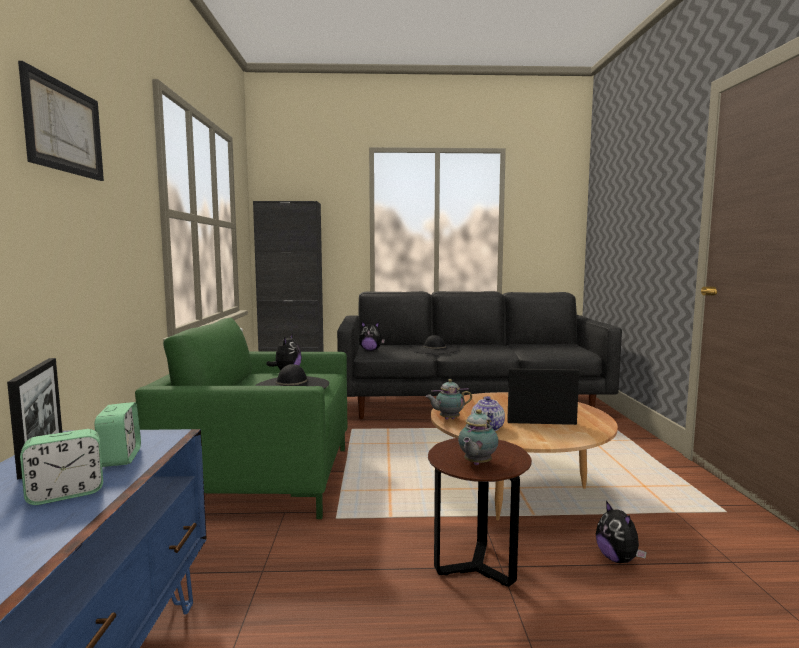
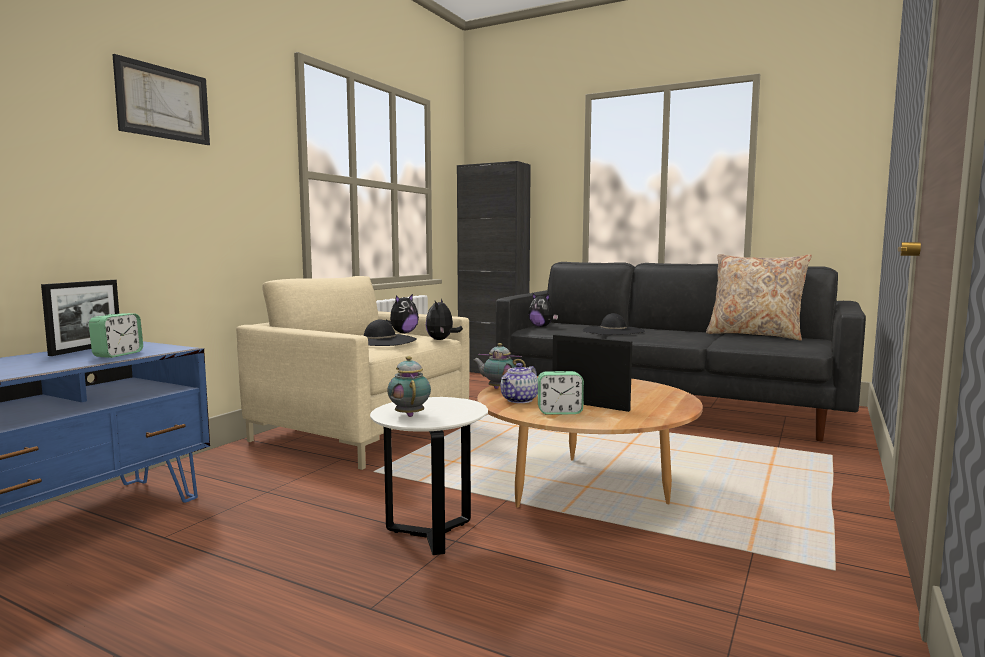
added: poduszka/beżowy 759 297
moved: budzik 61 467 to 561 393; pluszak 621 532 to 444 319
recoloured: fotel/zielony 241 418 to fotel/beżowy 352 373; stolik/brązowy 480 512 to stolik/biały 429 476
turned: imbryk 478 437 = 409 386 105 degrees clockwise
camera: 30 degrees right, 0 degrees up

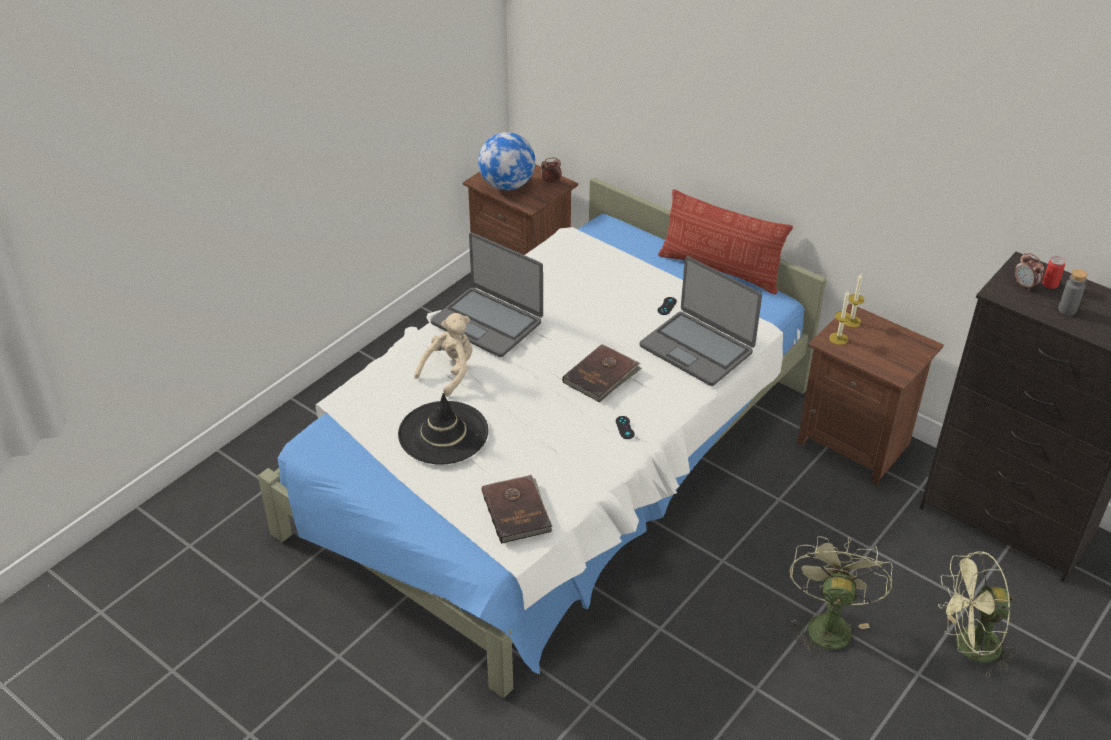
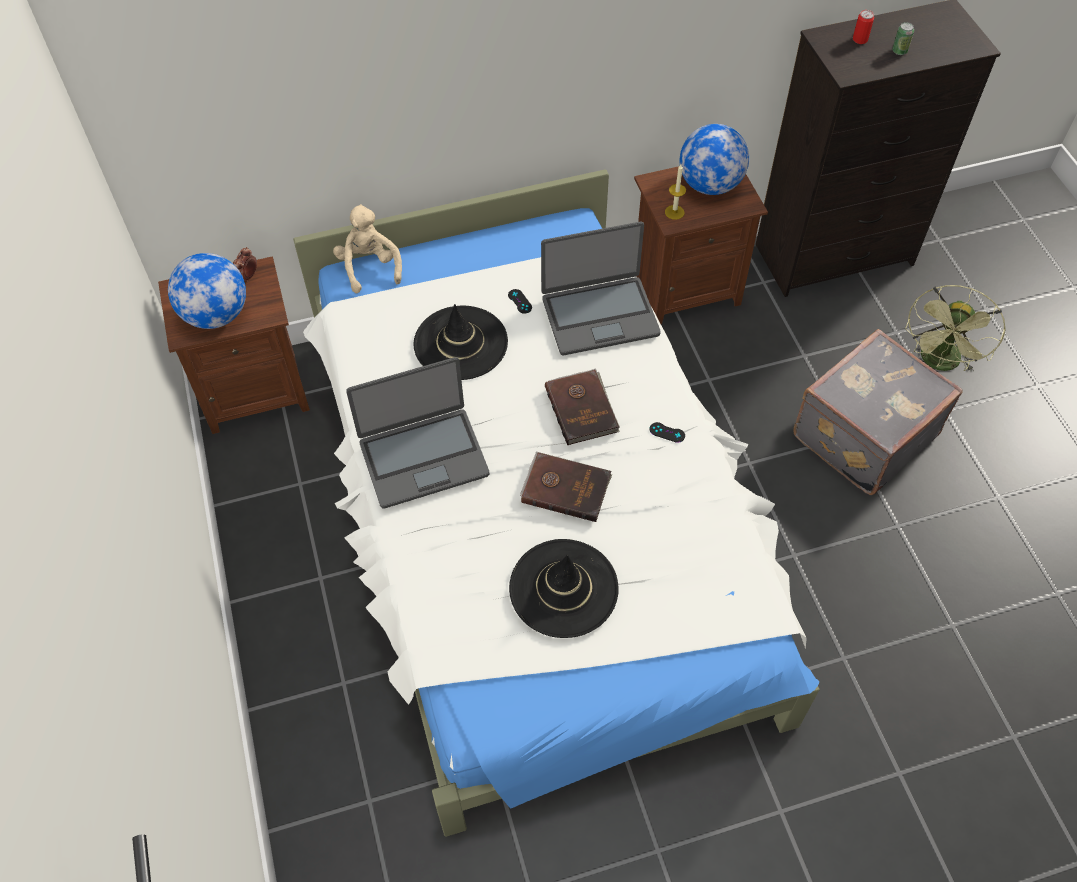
removed: poduszka 725 241; budzik 1029 272; świeca 854 300
added: globus 714 159; kapelusz/czarny 460 342
moved: pluszak/beżowy 443 355 to 367 248; książka/brązowy 517 509 to 566 486
replaced: butelka/szary 1072 292 to puszka 903 38; wentylator/zielony 841 597 to walizka/szary 878 412
camera: 55 degrees left, 15 degrees up

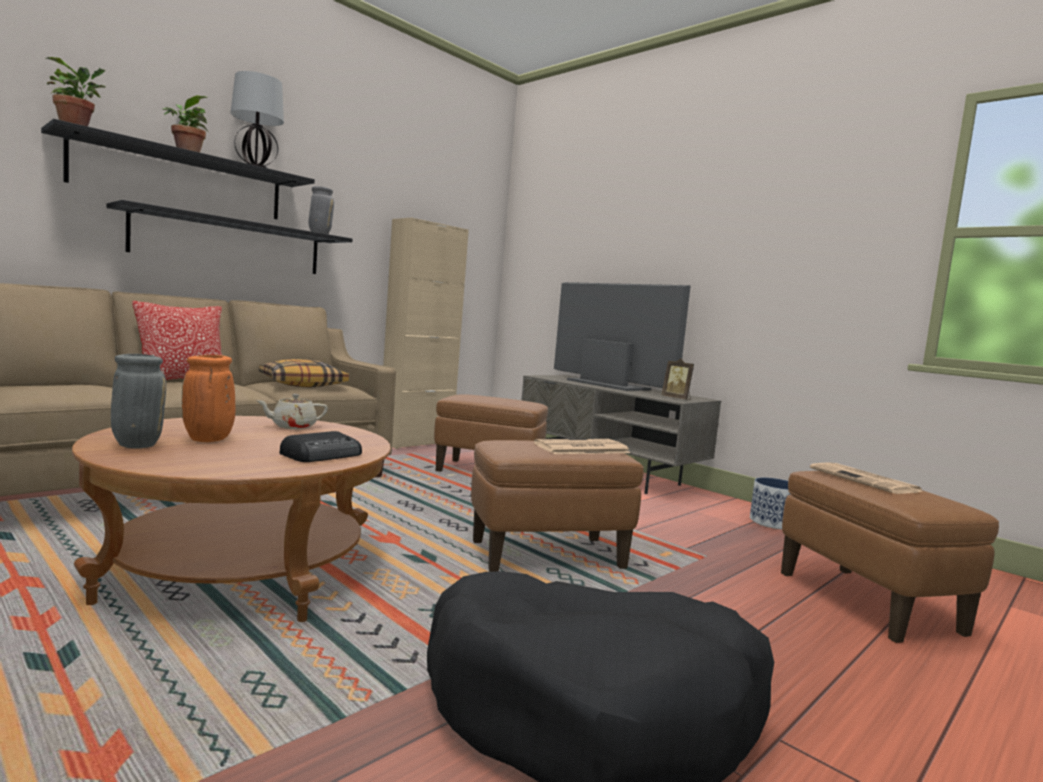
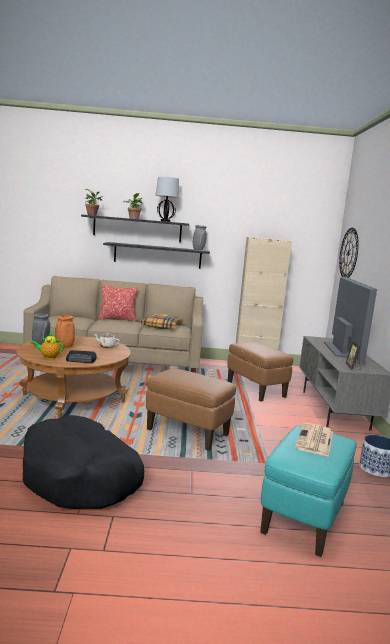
removed: gazeta 582 446
added: zegar ścienny 349 253; imbryk 47 345
recoloured: pufa/brązowy 890 557 to pufa/turkusowy 308 491
camera: 45 degrees right, 5 degrees up

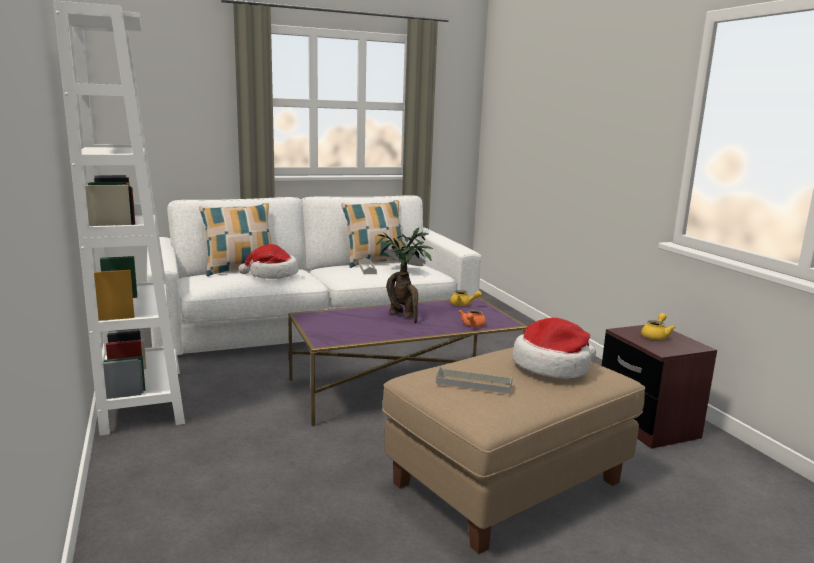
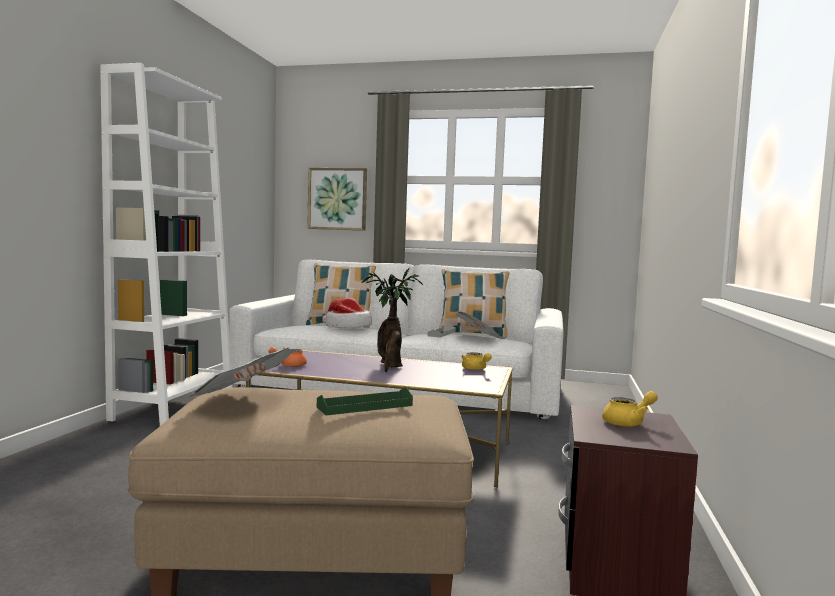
added: obraz 337 199
moved: imbryk/pomarańczowy 472 318 to 288 357
replaced: kapelusz 554 348 to taca/zielony 365 401; taca/szary 474 380 to gazeta 242 372
camera: 35 degrees right, 10 degrees down

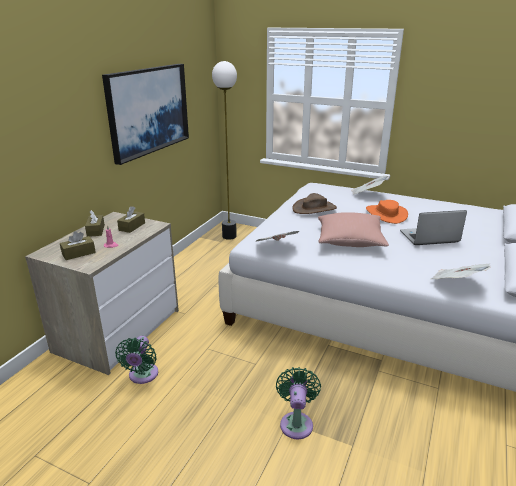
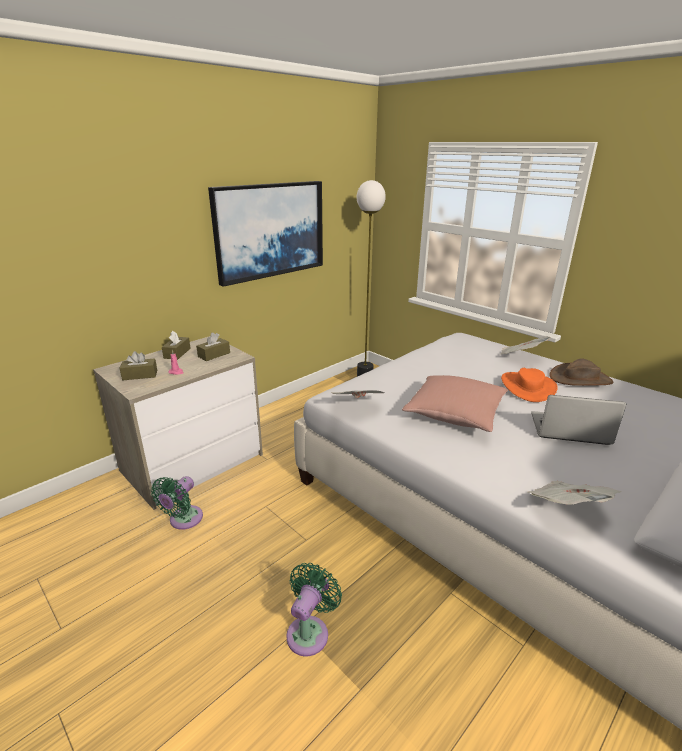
moved: kapelusz/brązowy 314 203 to 581 372
camera: 20 degrees right, 0 degrees up

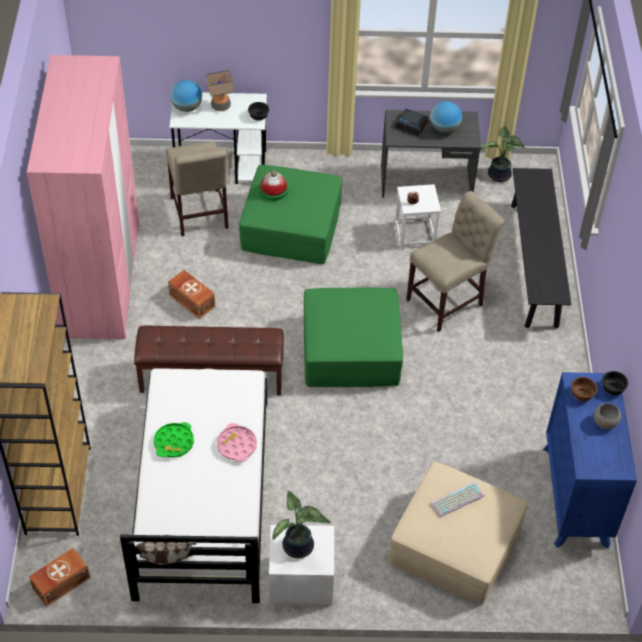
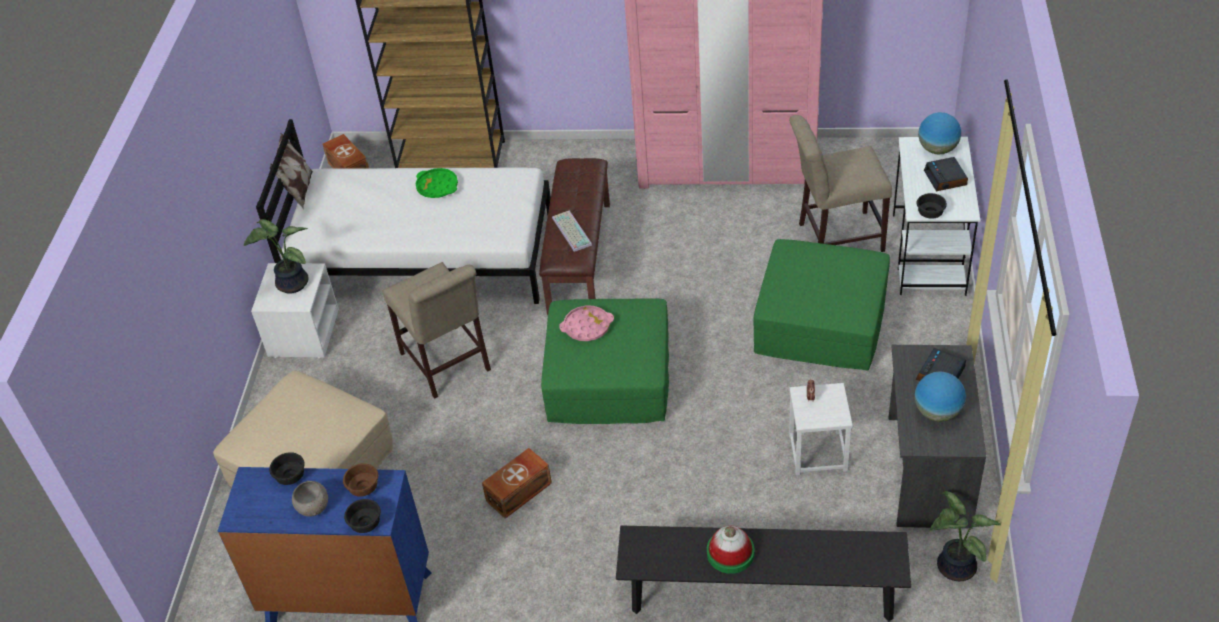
added: miska/czarny 287 468
moved: kapelusz 274 185 to 730 550; krzesło/beżowy 455 261 to 436 330; pojemnik do przechowywania/brązowy 191 294 to 517 483; taca/różowy 237 442 to 586 323; klawiatura 457 499 to 572 231
replaced: lampa stołowa 219 90 to budzik 946 174
camera: 100 degrees right, 5 degrees down

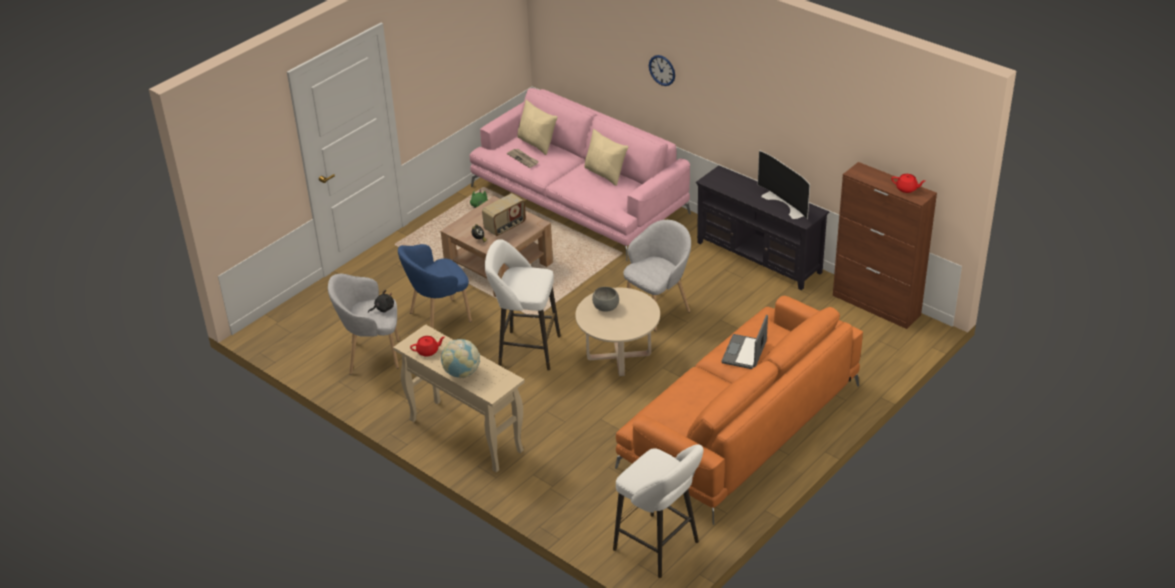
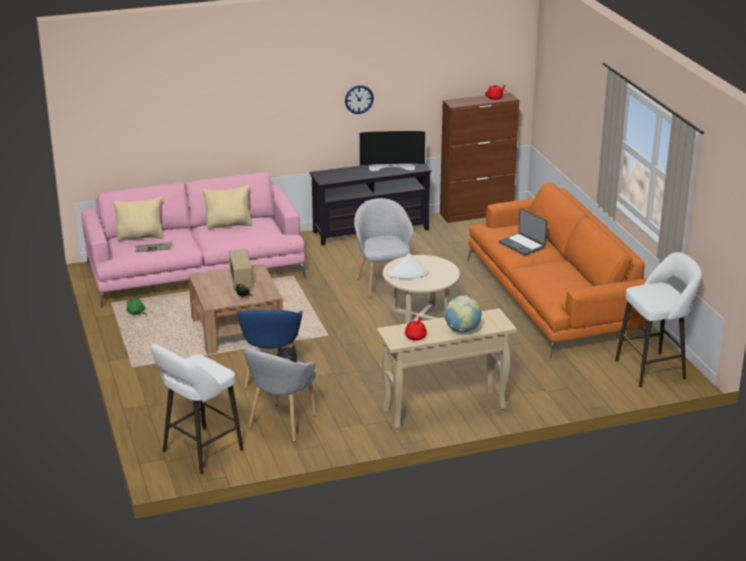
moved: zegar ścienny 662 70 to 359 99; stołek/biały 523 305 to 197 408
replaced: miska/szary 605 299 to kapelusz/biały 408 266
camera: 60 degrees left, 10 degrees down

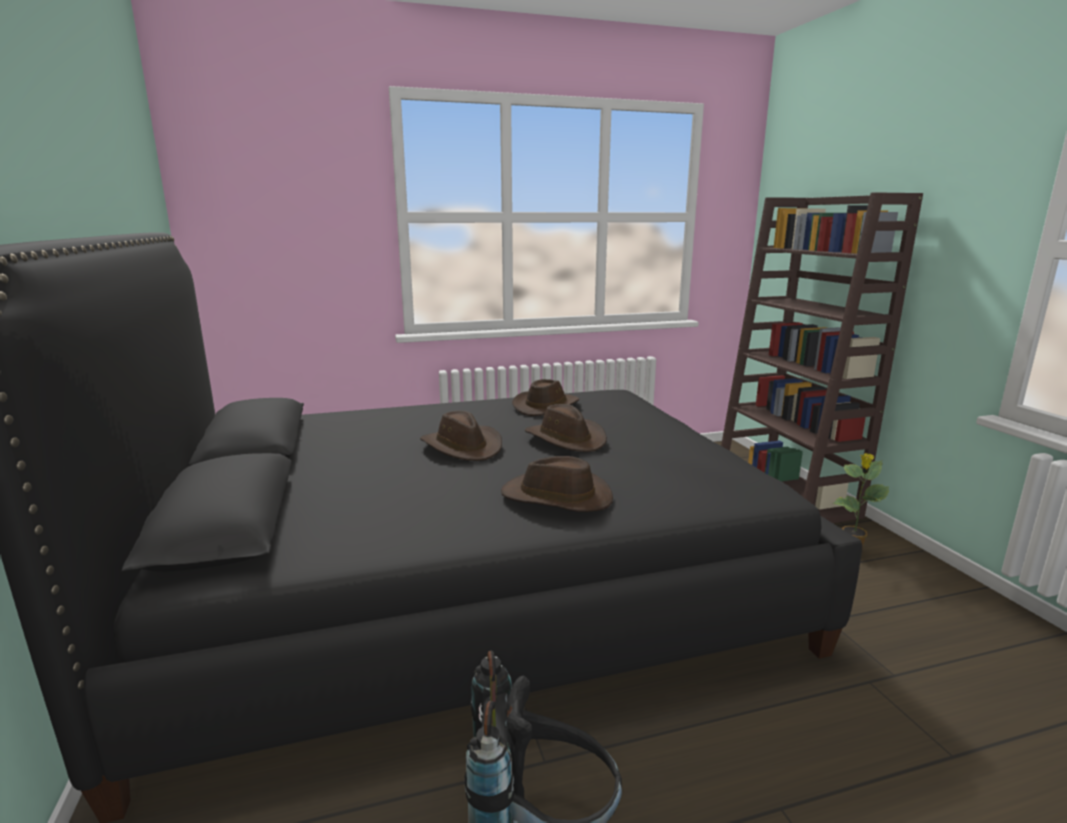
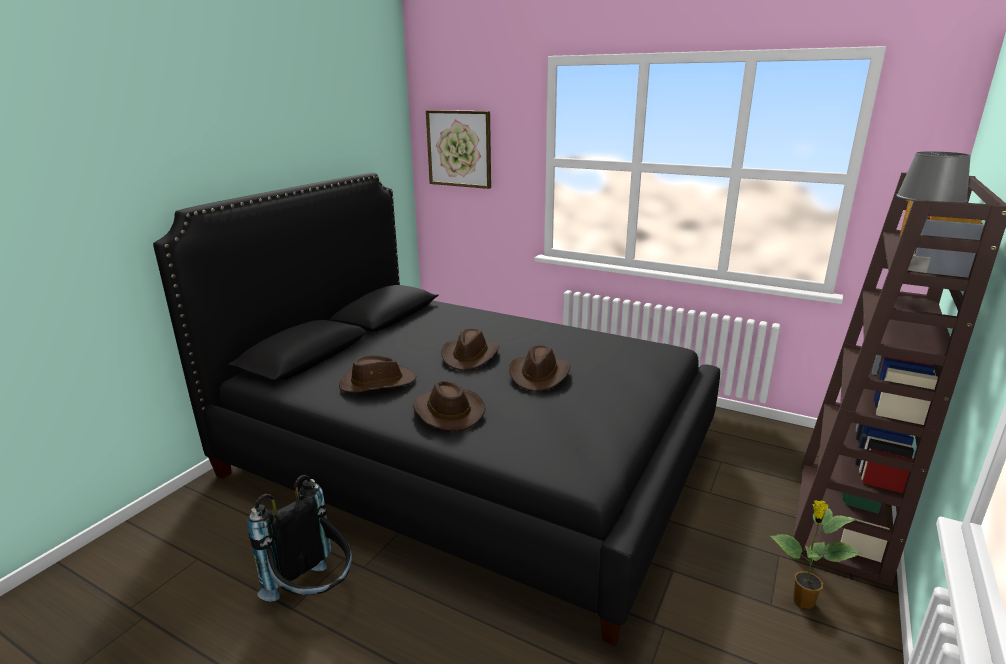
added: obraz 458 149; lampa stołowa/szary 934 212
moved: kapelusz/brązowy 545 397 to 377 374
camera: 45 degrees right, 5 degrees up

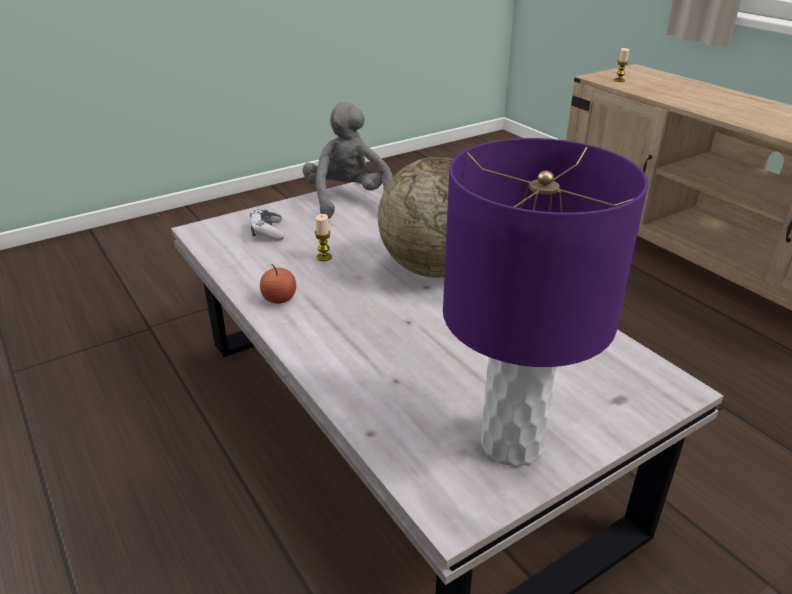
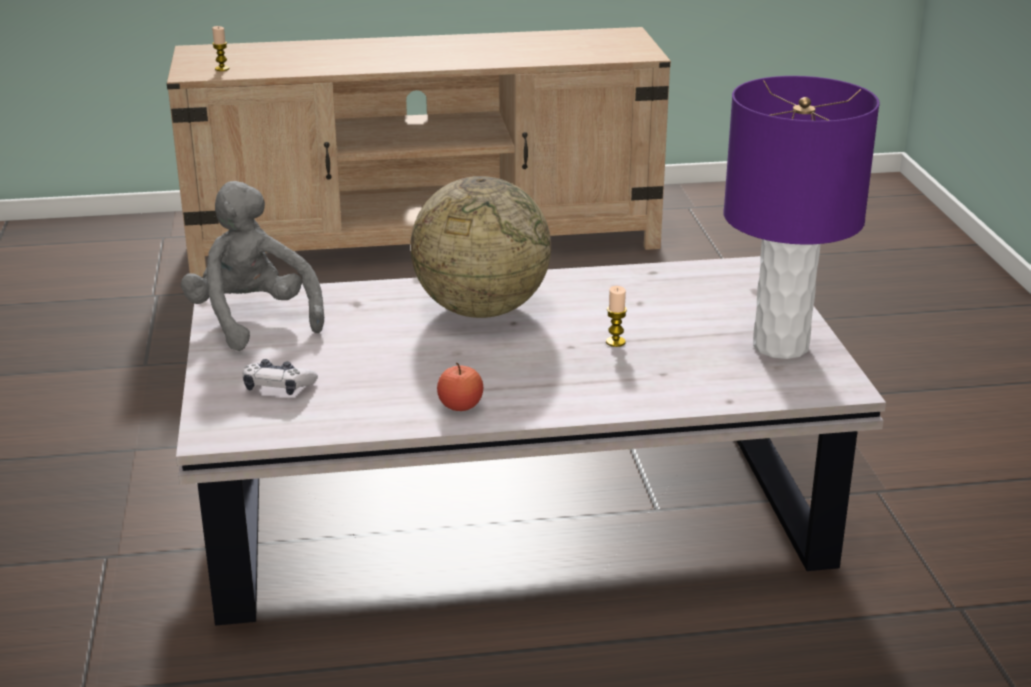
moved: świeca 323 237 to 616 316
turned: pluszak/szary 348 160 = 252 266 45 degrees clockwise
camera: 65 degrees left, 5 degrees down

